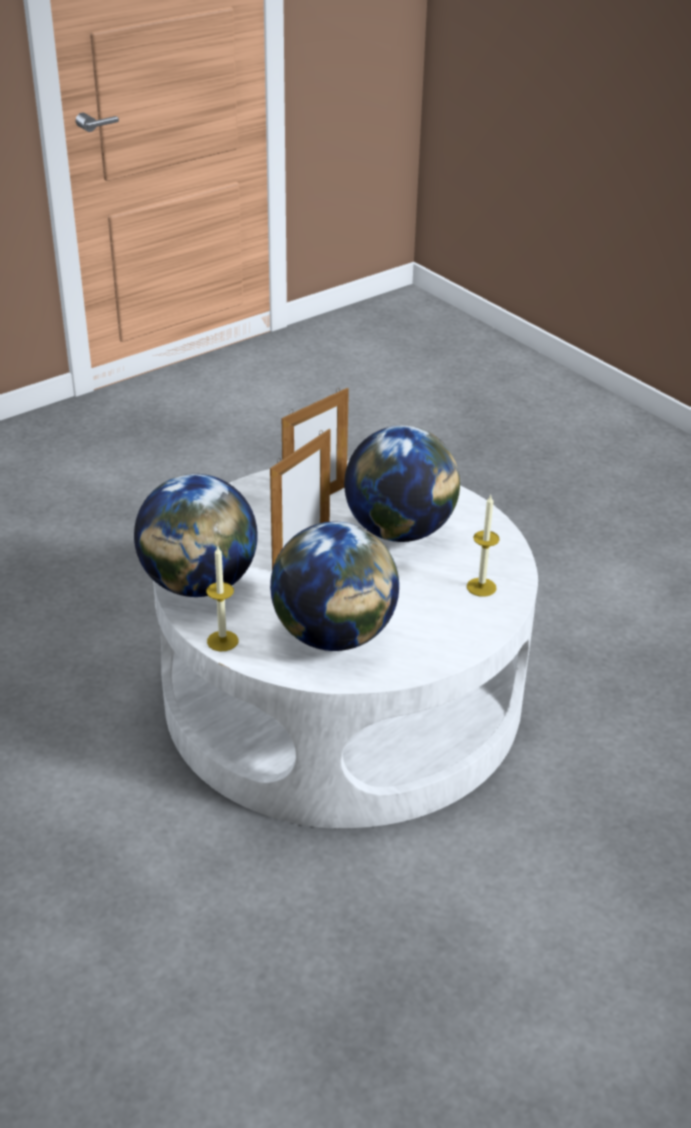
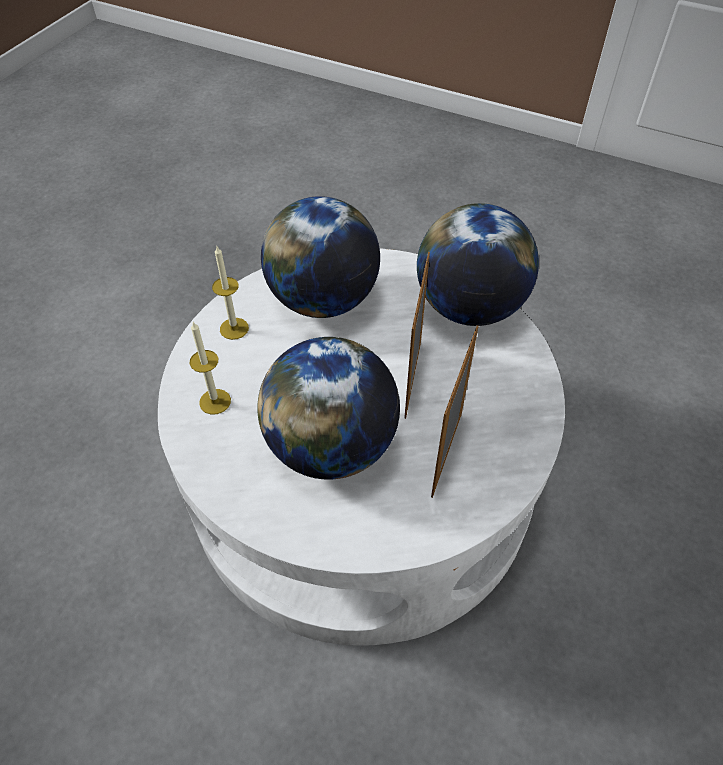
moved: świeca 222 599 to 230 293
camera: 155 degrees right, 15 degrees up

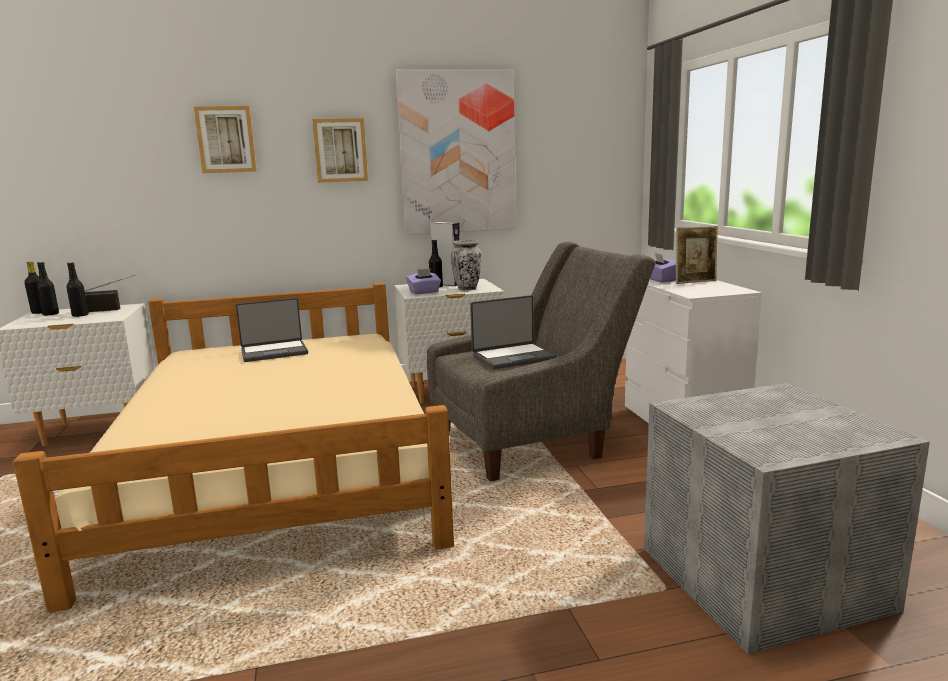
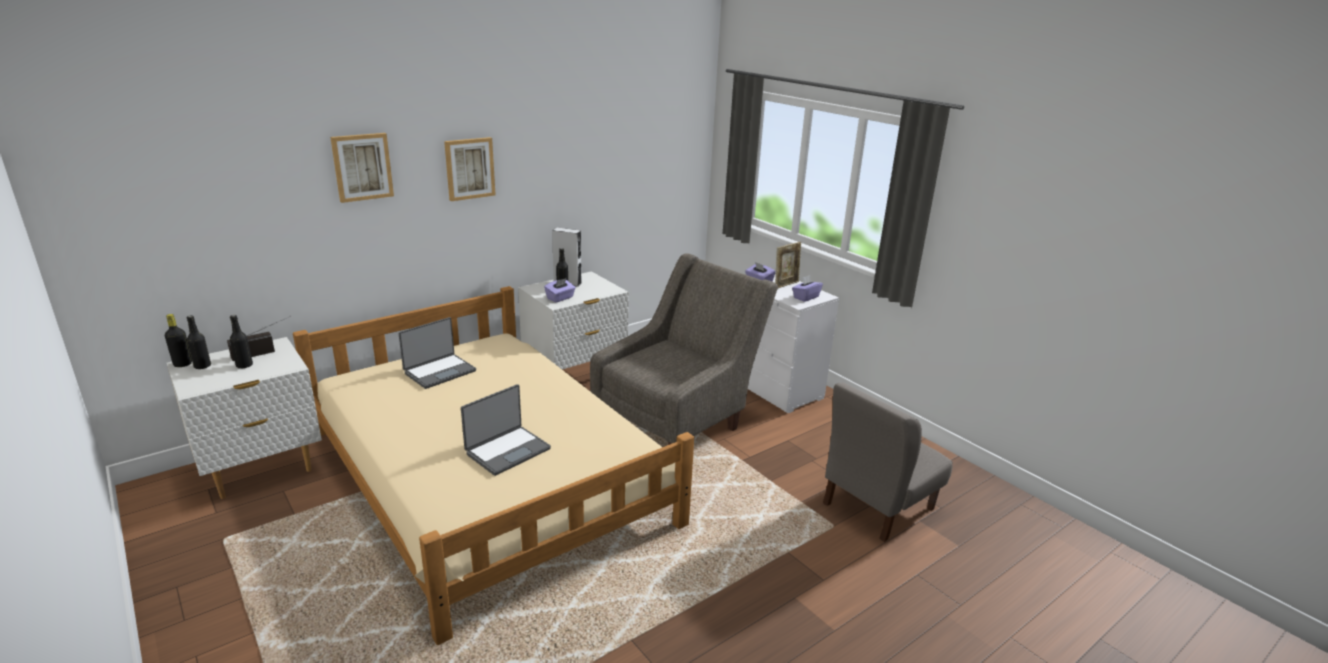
removed: obraz 455 152; wazon 466 265
added: pudełko chusteczek/fioletowy 807 288
moved: laptop 513 332 to 506 430
replaced: pojemnik do przechowywania/szary 787 518 to krzesło/szary 888 462
camera: 25 degrees left, 10 degrees up

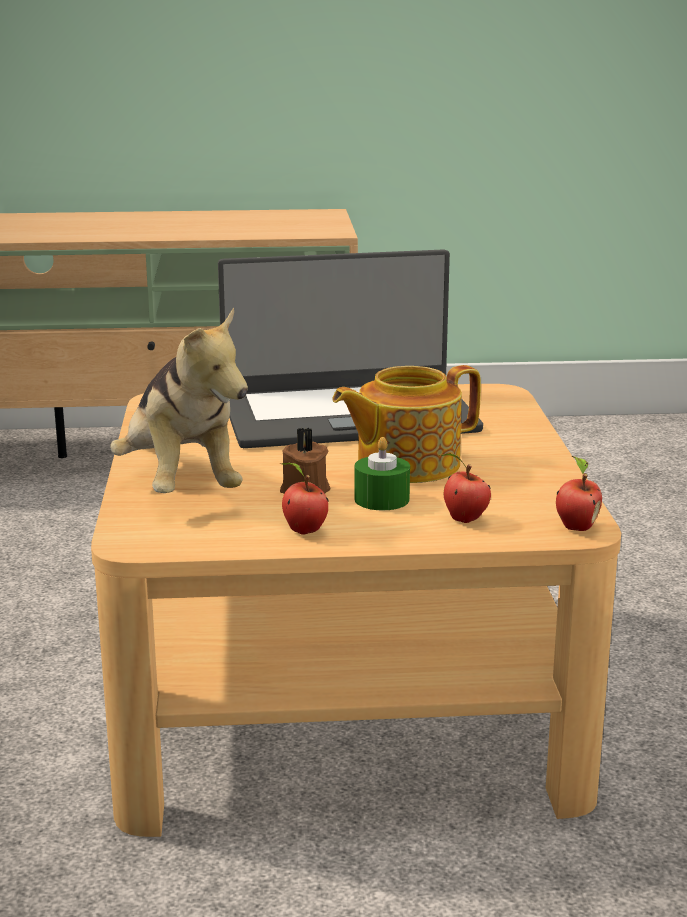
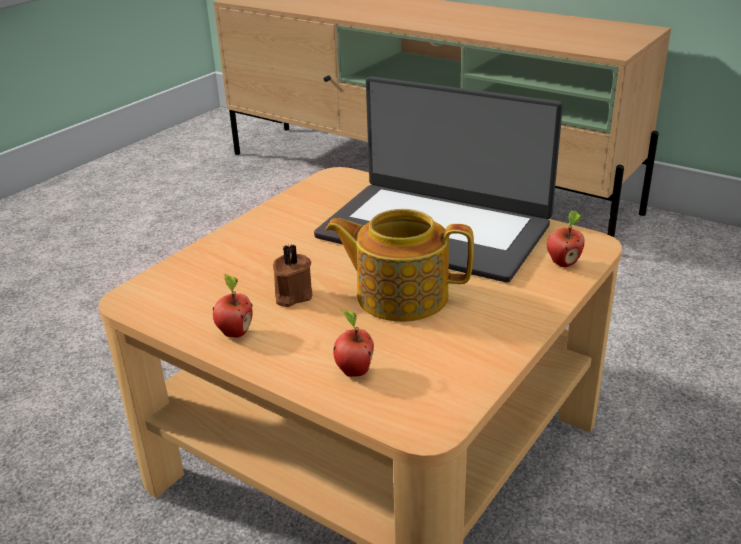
removed: pluszak 179 400; świeca/zielony 382 473
moved: jabłko 579 493 to 565 239
camera: 40 degrees right, 10 degrees up

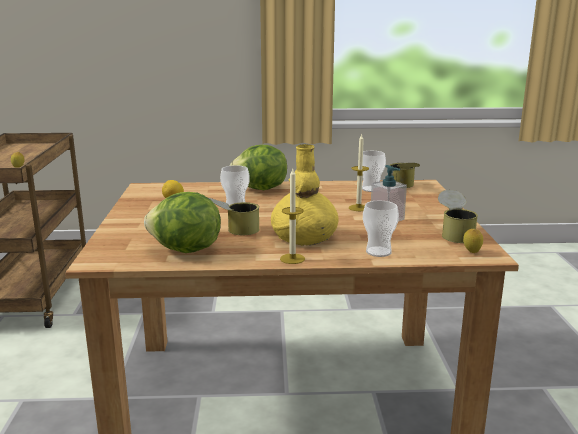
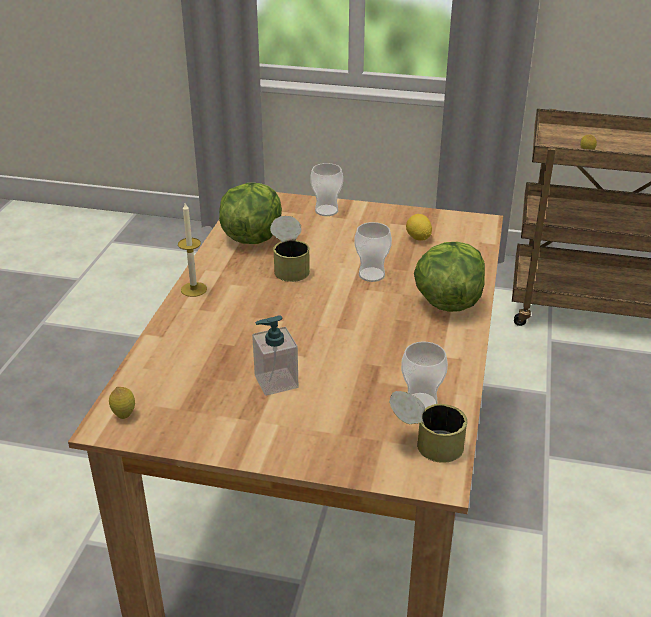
removed: świeca 359 172; wazon/żółty 305 195; puszka 458 216
moved: filiżanka 381 229 to 326 189
camera: 105 degrees right, 15 degrees up

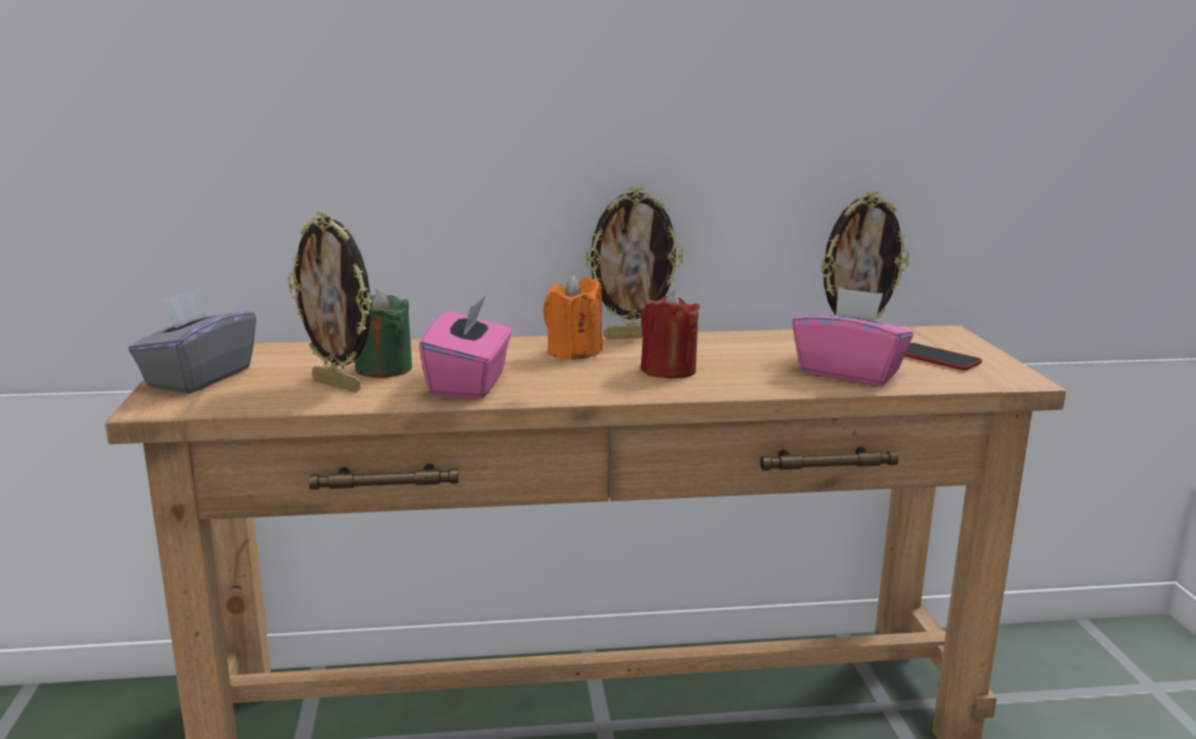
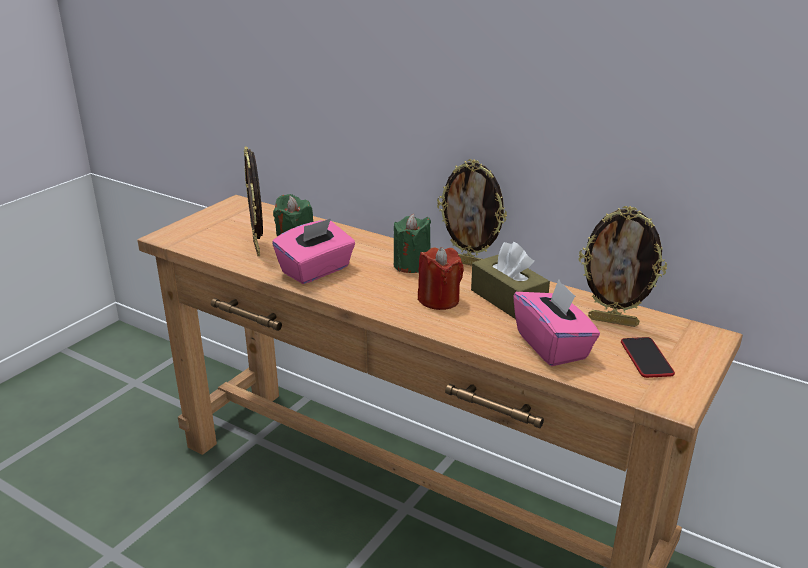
removed: pudełko chusteczek/szary 192 341
added: pudełko chusteczek/brązowy 510 280
recoloured: świeca/pomarańczowy 573 317 to świeca/zielony 412 243
camera: 40 degrees right, 10 degrees up

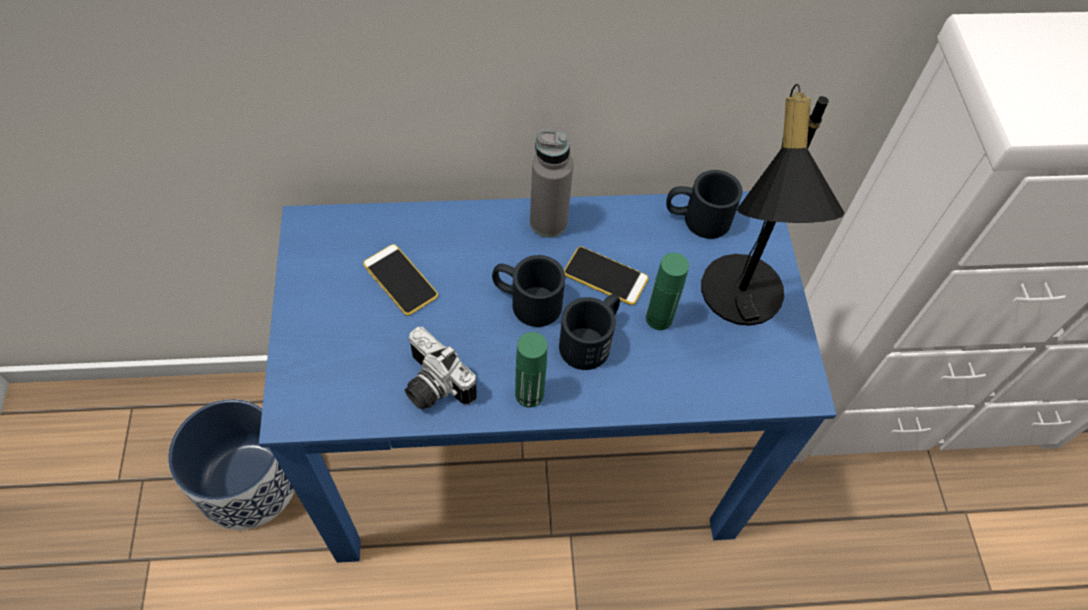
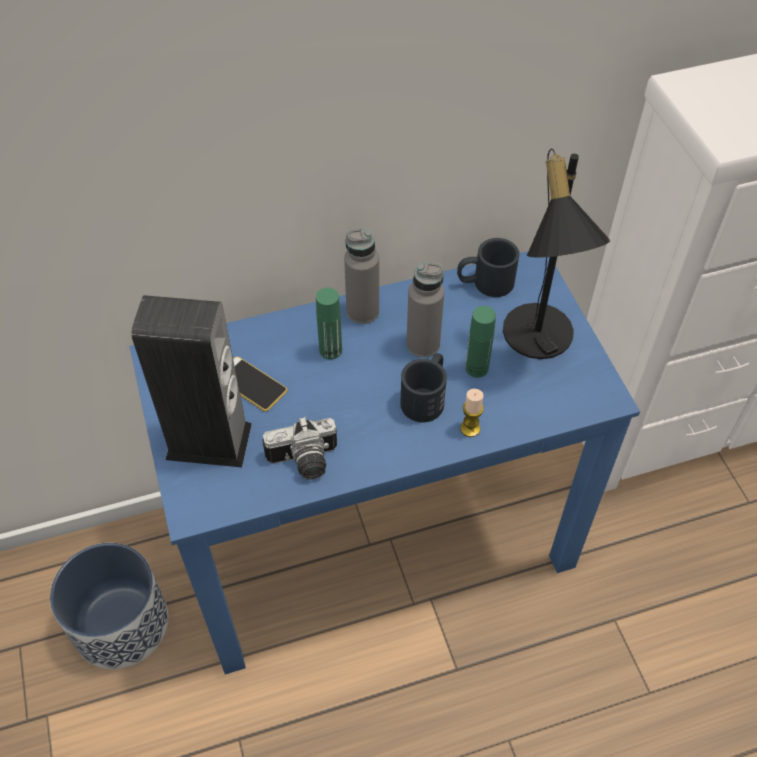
removed: kubek/czarny 528 291
added: głośnik 191 381; świeca 472 413
moved: butelka/zielony 531 370 to 329 323
replaced: telefon 606 276 to butelka/szary 425 310
turned: aparat fotograficzny 441 368 = 299 448 45 degrees counterclockwise
camera: 10 degrees left, 5 degrees down

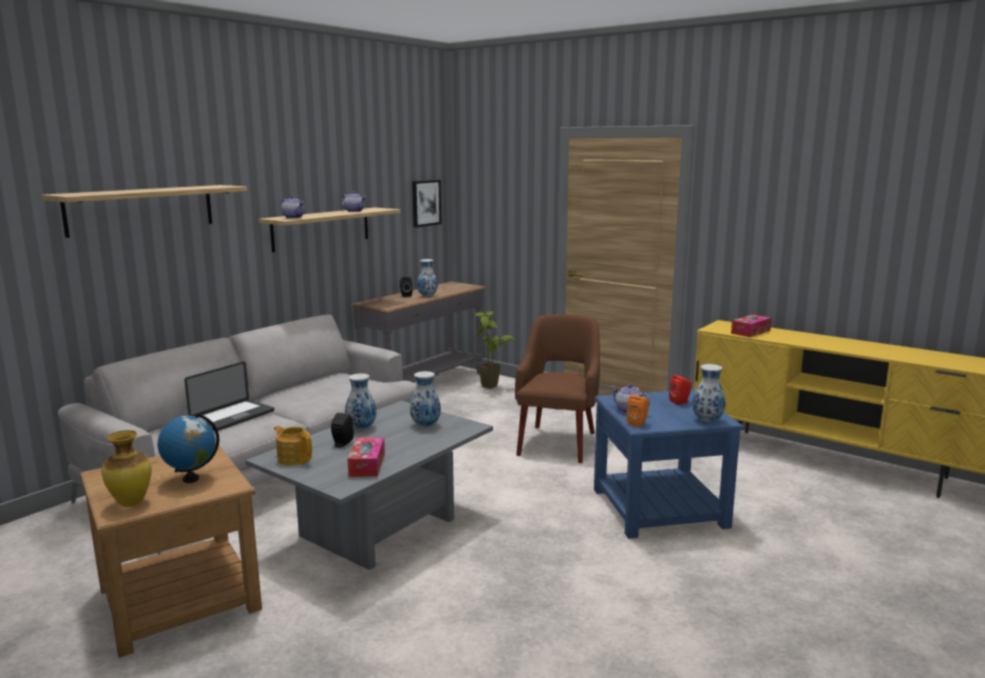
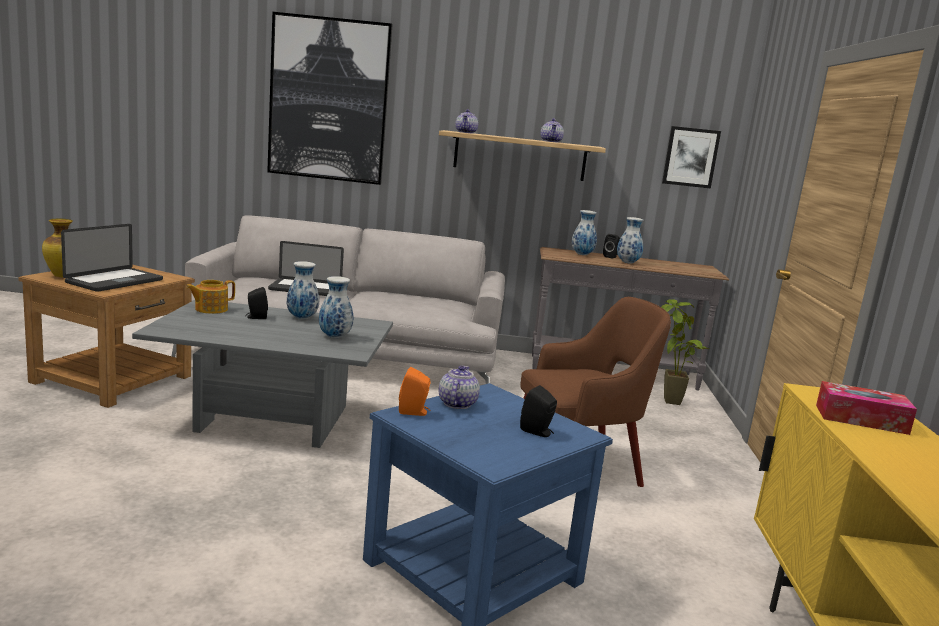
removed: pudełko chusteczek 366 457
moved: wazon 708 393 to 584 232
replaced: półka 144 211 to obraz 330 98; globus 188 448 to laptop 112 258
recoloured: głośnik/czerwony 680 390 to głośnik/czarny 538 411
turned: imbryk 293 446 = 210 297 135 degrees counterclockwise
camera: 55 degrees right, 0 degrees up

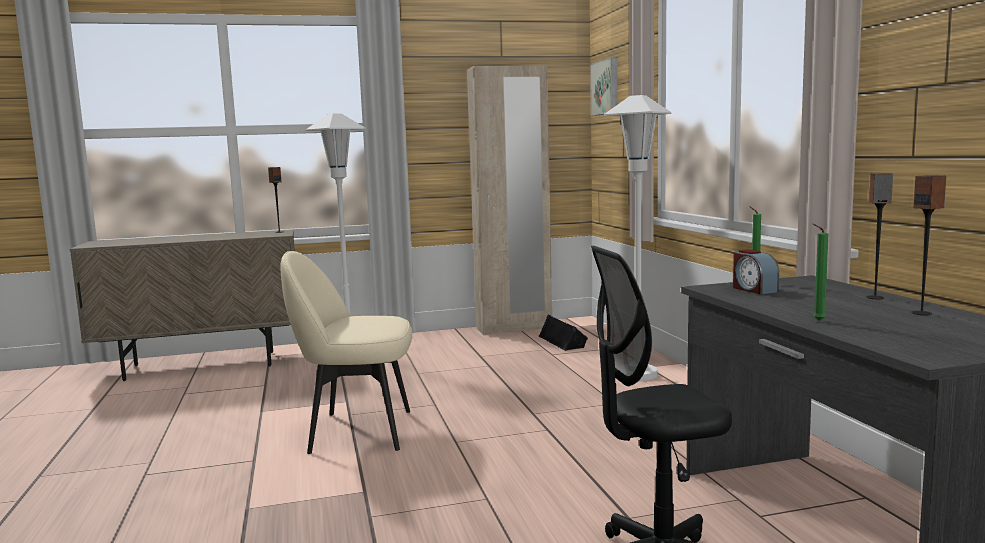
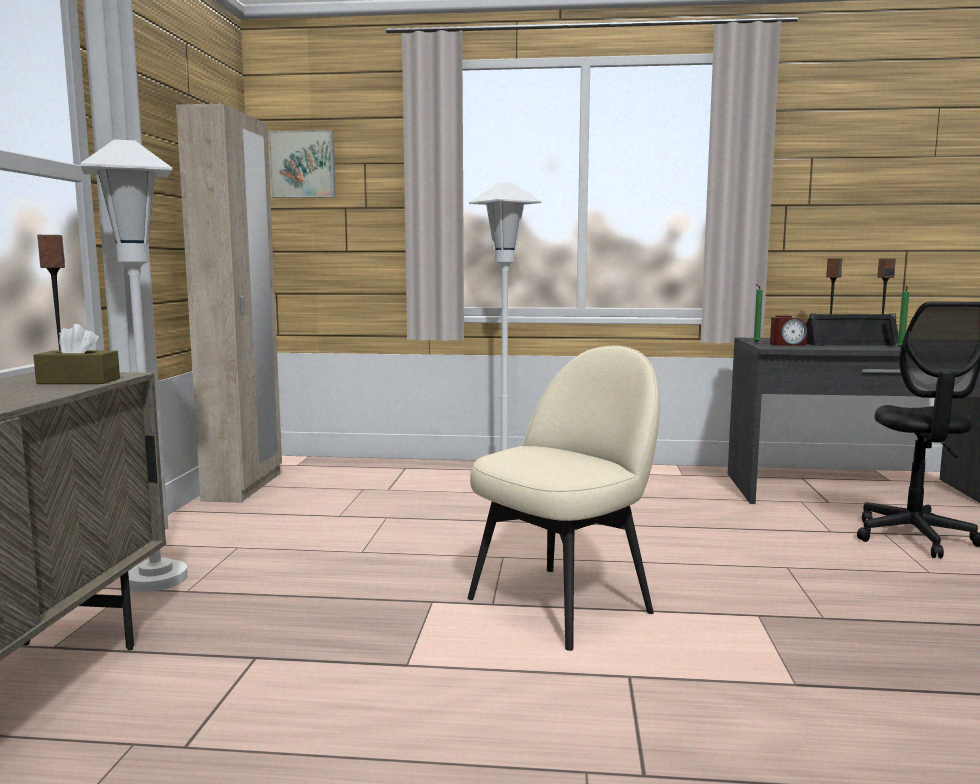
added: pudełko chusteczek/brązowy 76 354
moved: głośnik/czarny 563 332 to 852 329
turned: krzesło/beżowy 346 352 = 563 498 150 degrees counterclockwise
camera: 70 degrees left, 0 degrees up

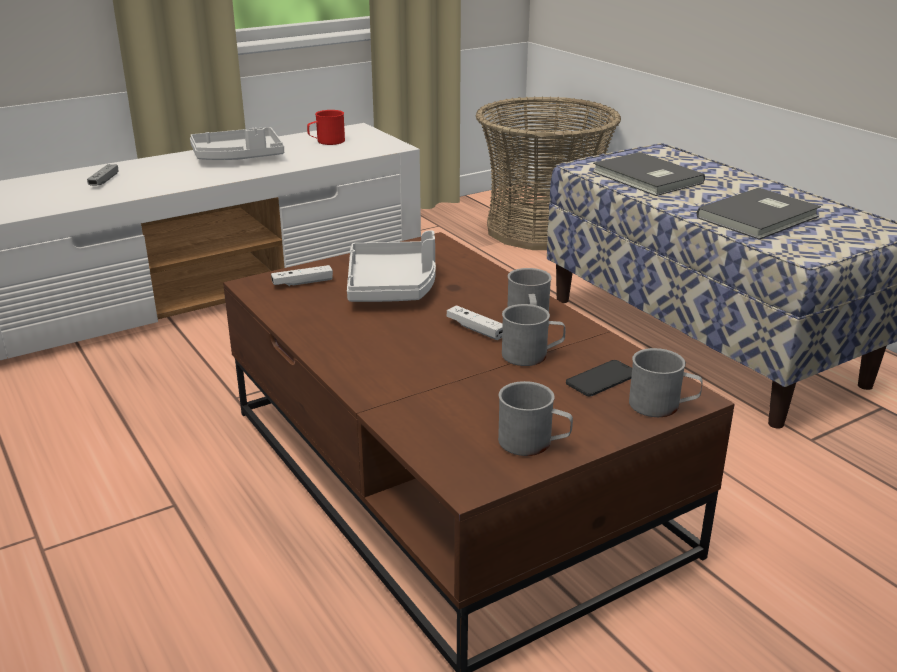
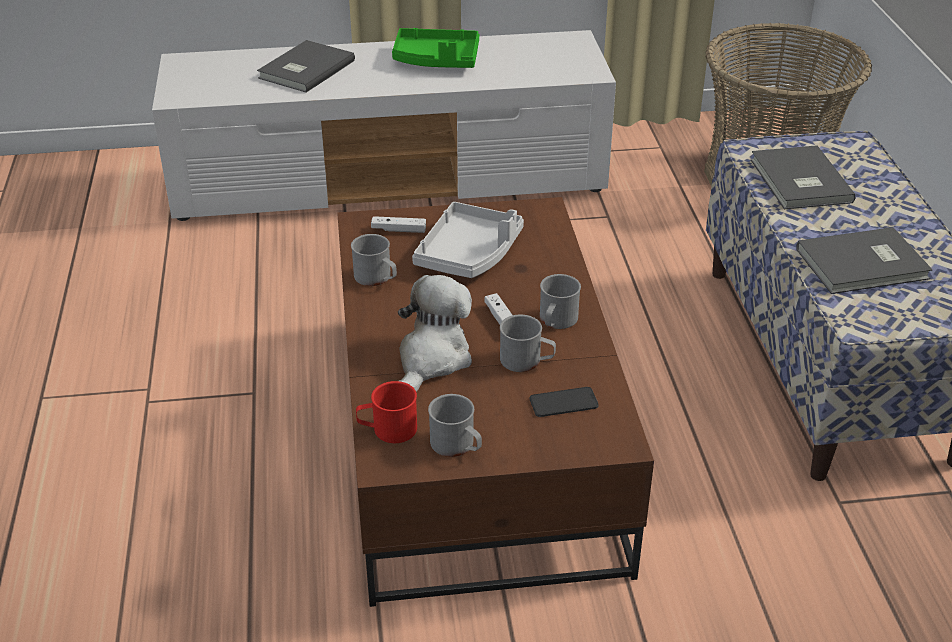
added: pluszak 435 333
moved: kubek/czerwony 326 127 to 386 412; kubek/szary 666 382 to 374 260
replaced: pad do gier/szary 102 175 to książka/szary 306 66
recoloured: taca/szary 237 143 to taca/zielony 435 48
camera: 25 degrees right, 10 degrees up

